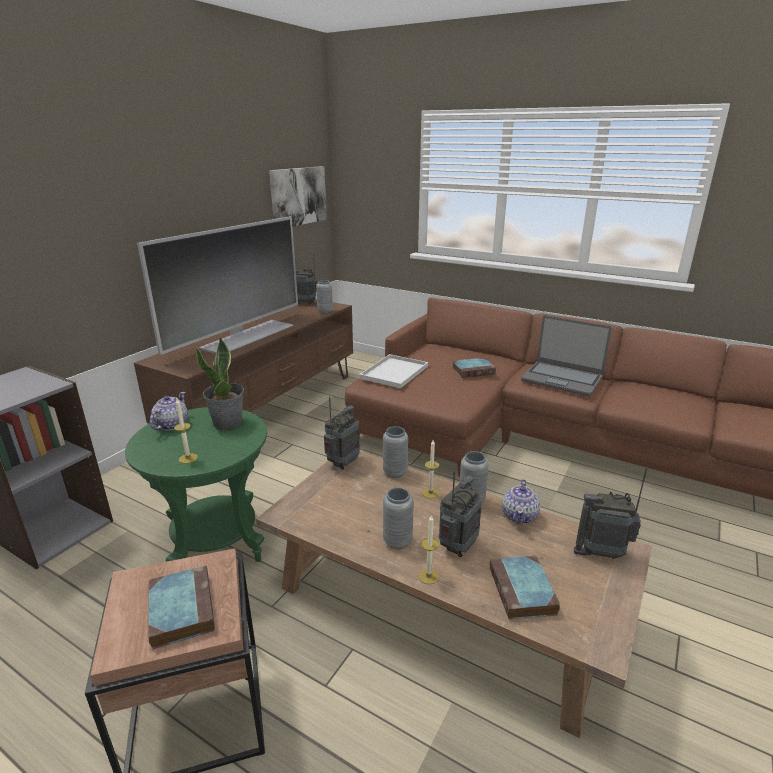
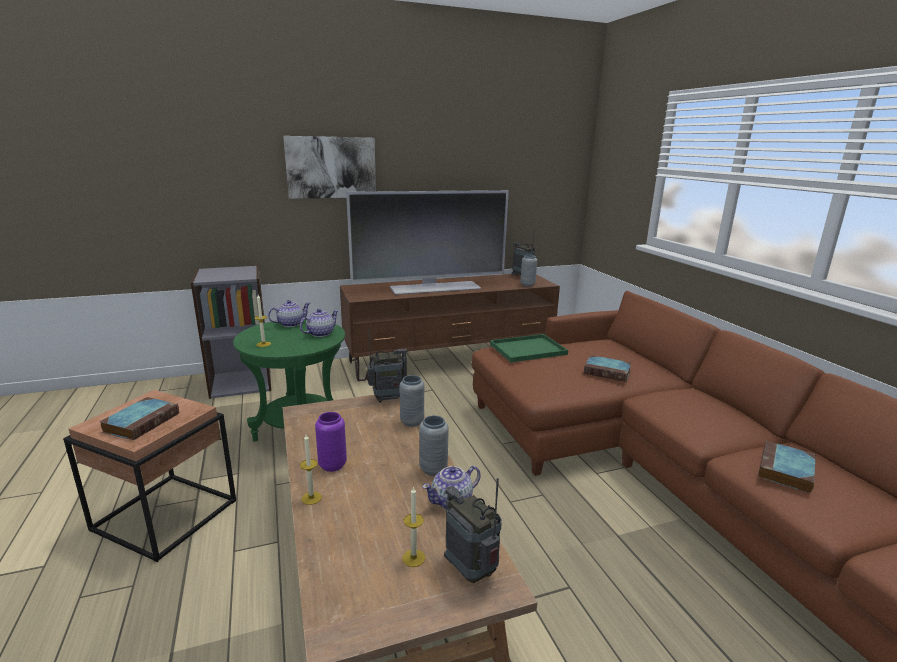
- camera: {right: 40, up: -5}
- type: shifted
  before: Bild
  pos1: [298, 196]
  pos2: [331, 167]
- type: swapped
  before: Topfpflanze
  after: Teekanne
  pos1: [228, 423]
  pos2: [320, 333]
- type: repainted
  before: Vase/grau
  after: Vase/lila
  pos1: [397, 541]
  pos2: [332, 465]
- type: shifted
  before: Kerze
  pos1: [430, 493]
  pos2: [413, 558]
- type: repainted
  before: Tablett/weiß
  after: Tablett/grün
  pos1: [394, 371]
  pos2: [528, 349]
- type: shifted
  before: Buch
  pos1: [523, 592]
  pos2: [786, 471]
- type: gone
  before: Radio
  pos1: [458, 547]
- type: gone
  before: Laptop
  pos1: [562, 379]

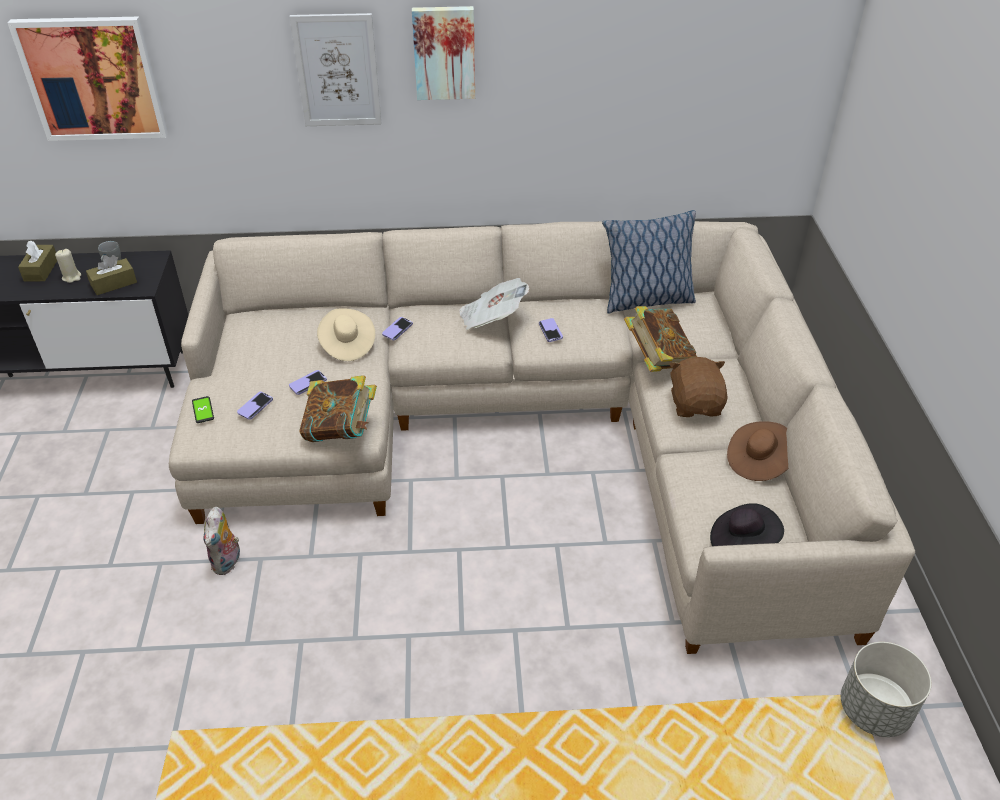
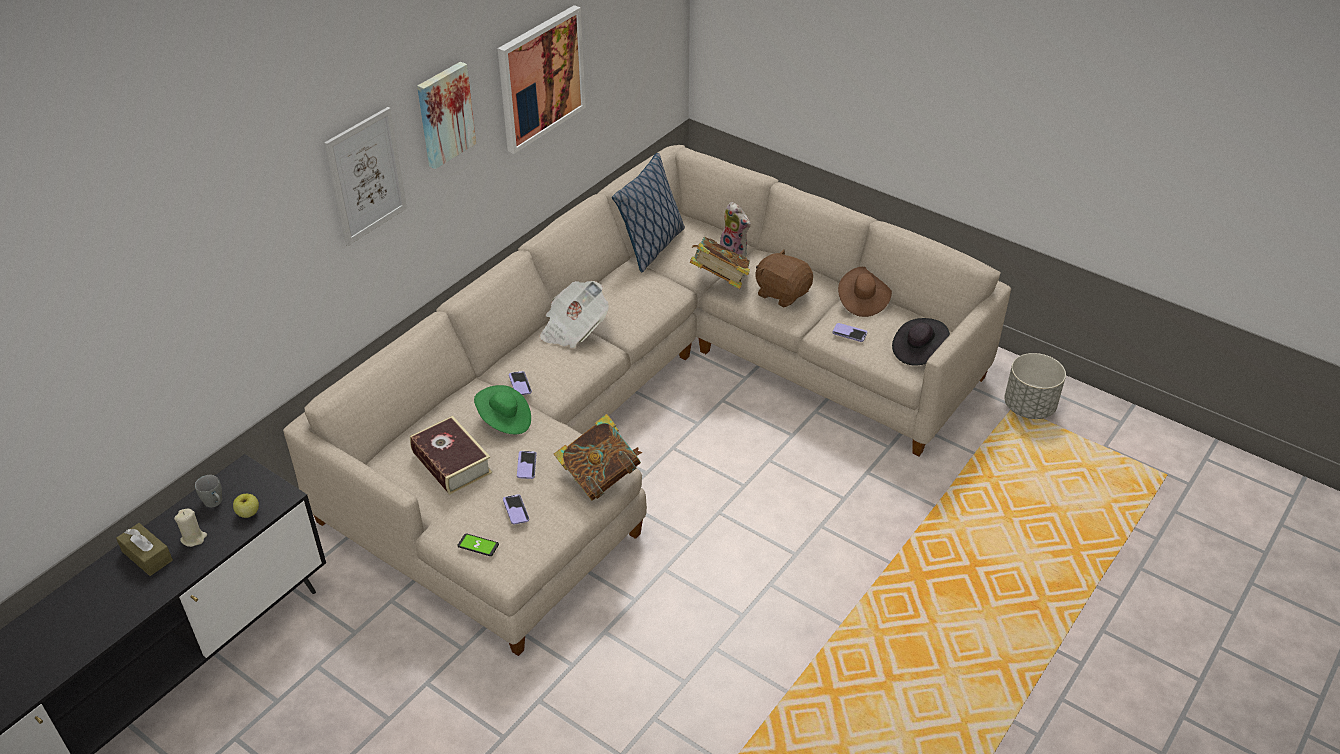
- camera: {right: -50, up: 0}
- type: swapped
  before: Taschentuchbox/braun
  after: Apfel
  pos1: [114, 284]
  pos2: [248, 513]
- type: new
  after: Buch
  pos2: [451, 462]
- type: repainted
  before: Hut/beige
  after: Hut/grün
  pos1: [347, 345]
  pos2: [504, 421]
- type: shifted
  before: Bild
  pos1: [92, 79]
  pos2: [540, 78]
- type: shifted
  before: Plüschtier
  pos1: [228, 562]
  pos2: [735, 254]
- type: shifted
  before: Handy
  pos1: [550, 331]
  pos2: [849, 333]

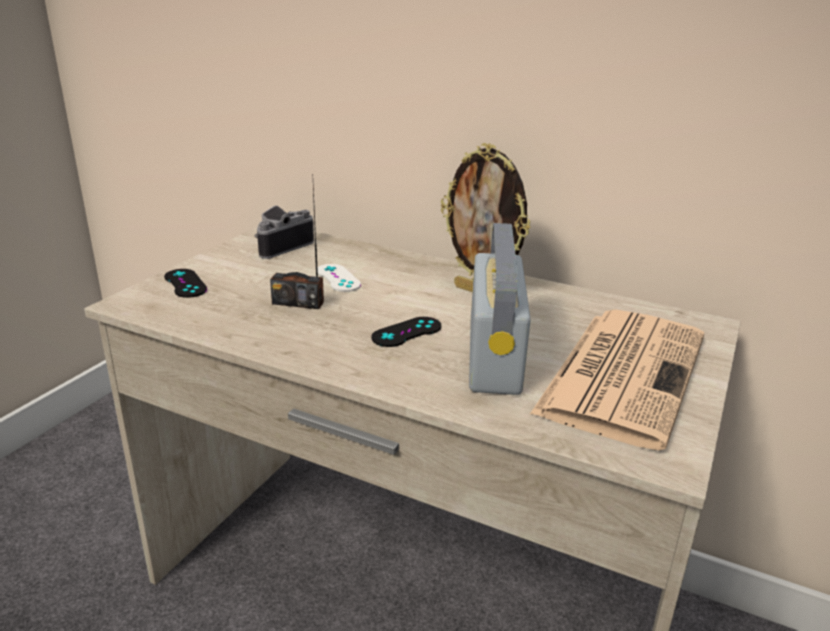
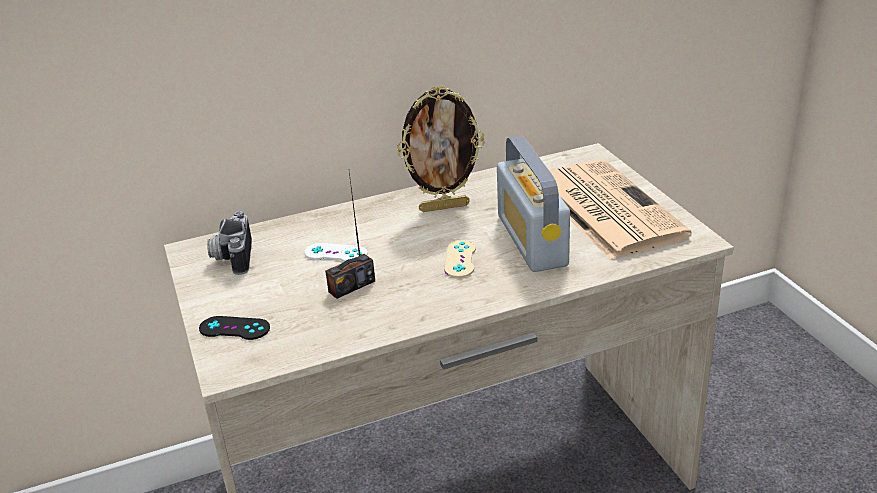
- camera: {right: -45, up: 5}
- type: repainted
  before: Gamepad/schwarz
  after: Gamepad/beige
  pos1: [407, 332]
  pos2: [460, 259]
- type: rotated
  before: Radio
  pos1: [494, 355]
  pos2: [532, 240]
  turn: -150

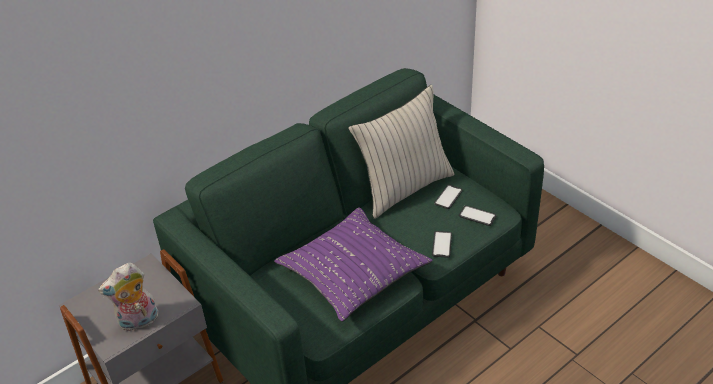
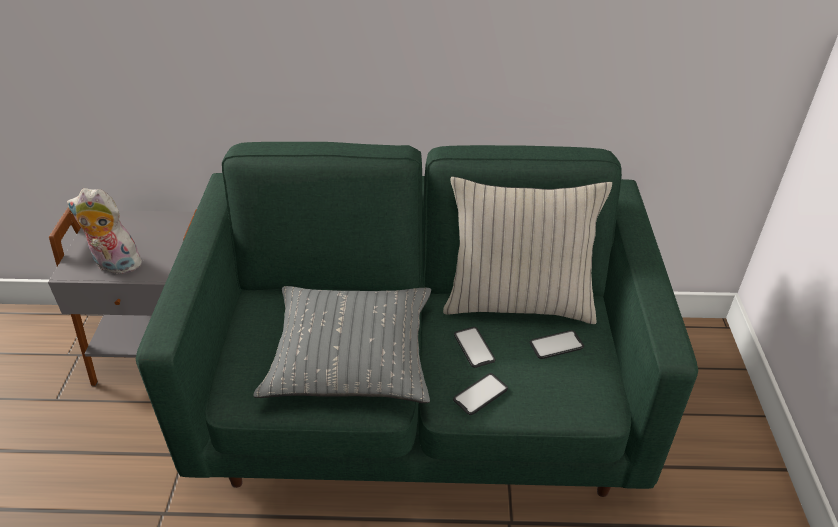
- camera: {right: 40, up: 0}
- type: repainted
  before: Kissen/lila
  after: Kissen/grau
  pos1: [352, 272]
  pos2: [351, 355]
- type: shifted
  before: Handy
  pos1: [477, 216]
  pos2: [474, 347]

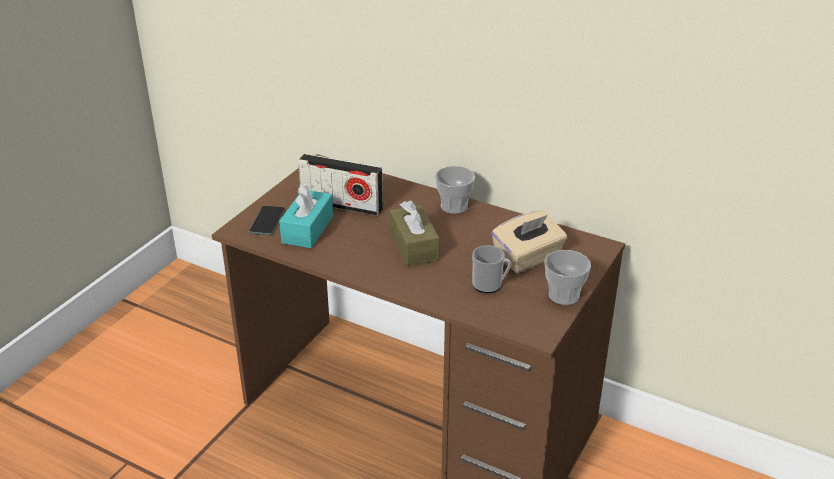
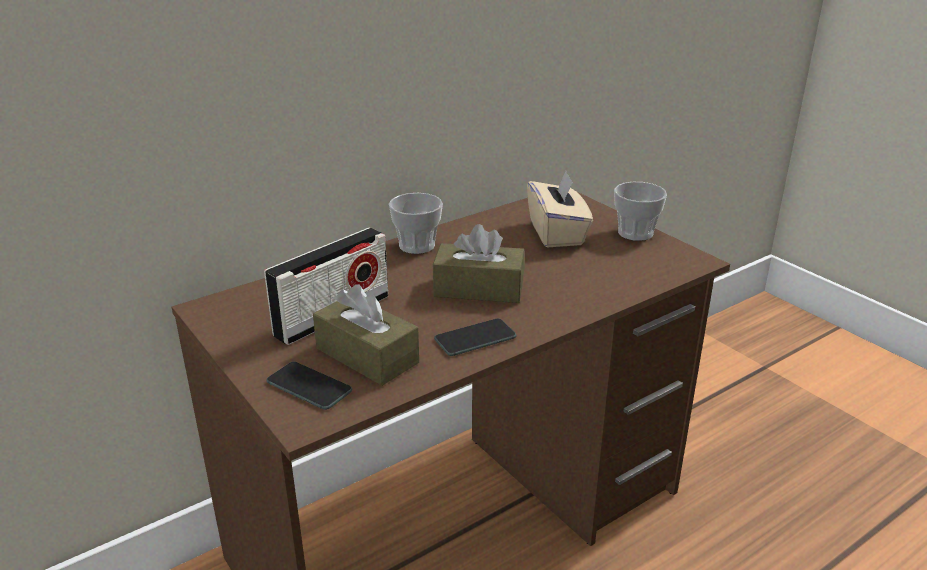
- camera: {right: -65, up: -5}
- type: repainted
  before: Taschentuchbox/türkis
  after: Taschentuchbox/braun
  pos1: [307, 229]
  pos2: [367, 355]
- type: new
  after: Handy
  pos2: [475, 338]
- type: gone
  before: Henkelbecher
  pos1: [490, 285]

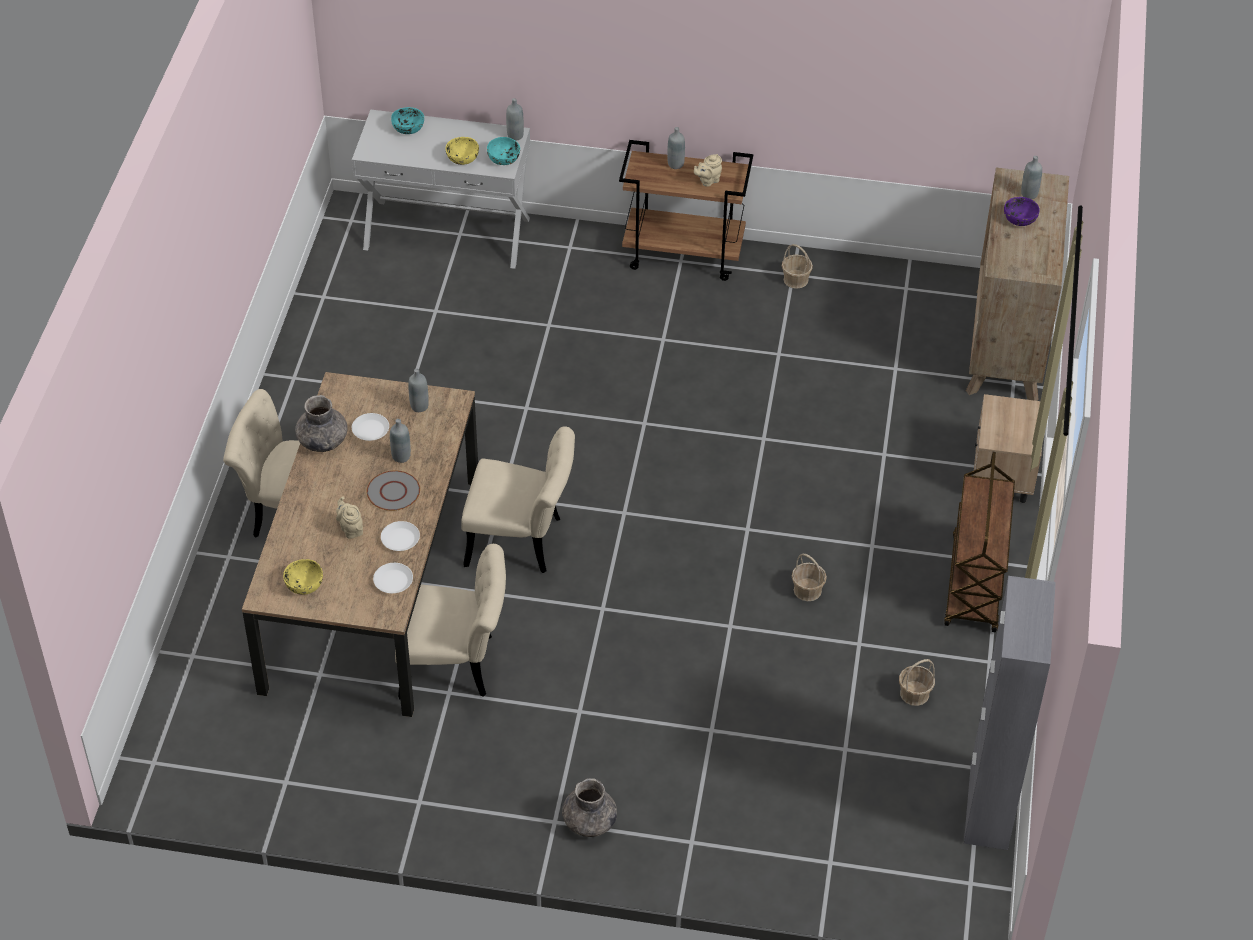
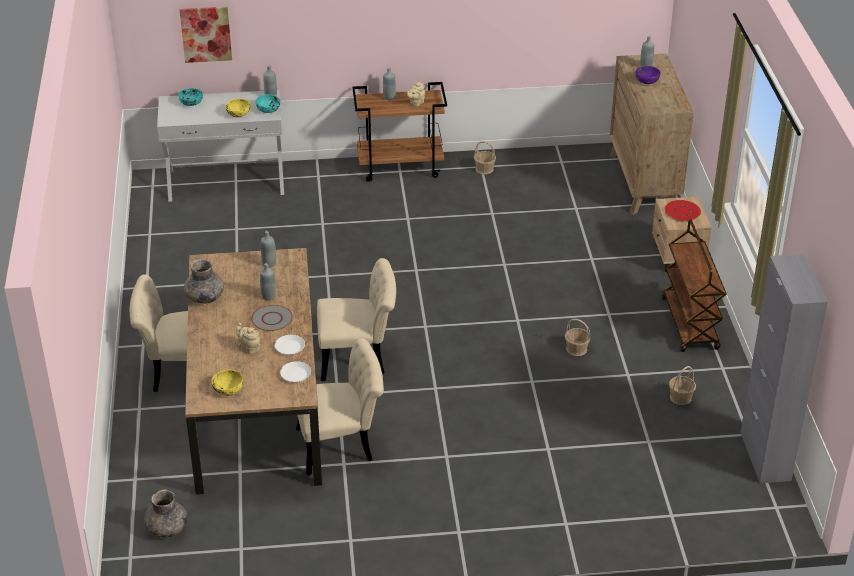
- camera: {right: -15, up: -10}
- type: shifted
  before: Vase/grau
  pos1: [589, 822]
  pos2: [167, 528]
- type: new
  after: Bild
  pos2: [206, 34]
- type: new
  after: Teller/rot
  pos2: [682, 211]
- type: gone
  before: Teller/weiß
  pos1: [371, 430]

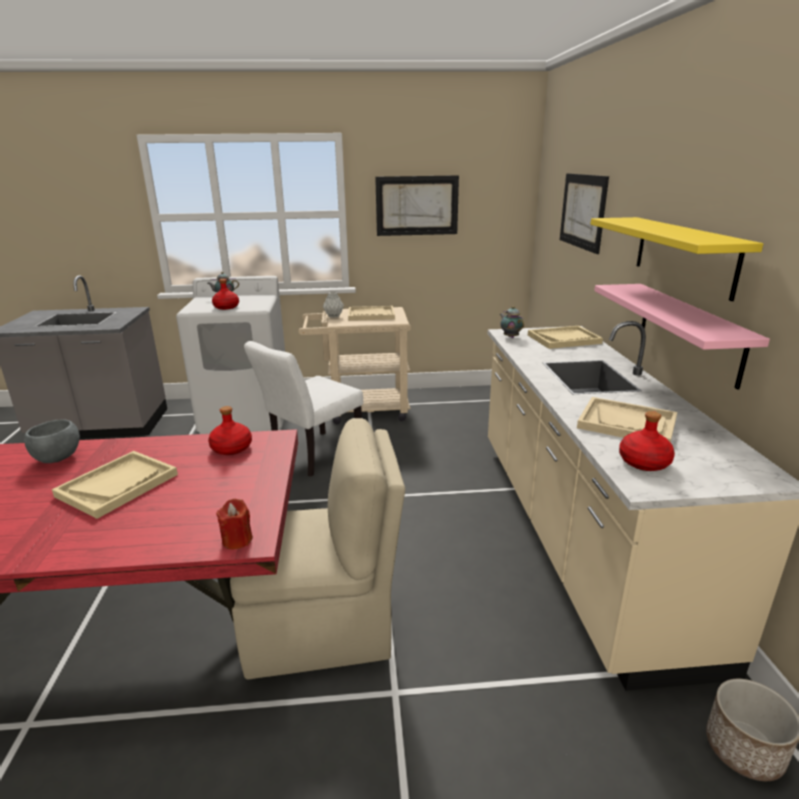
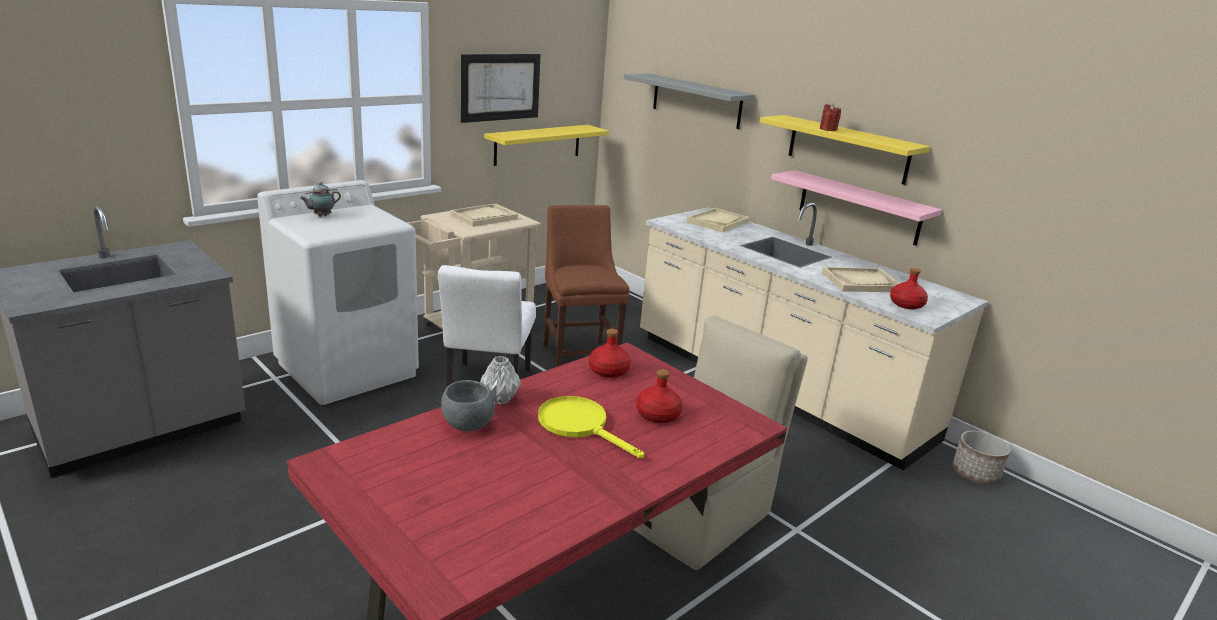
- camera: {right: -40, up: 0}
- type: shifted
  before: Vase/grau
  pos1: [334, 316]
  pos2: [500, 399]
- type: new
  after: Wandregal/gelb
  pos2: [538, 144]
- type: swapped
  before: Tablett/beige
  after: Pfanne/gelb
  pos1: [118, 485]
  pos2: [580, 425]
- type: new
  after: Stuhl/braun
  pos2: [579, 356]
- type: swapped
  before: Bild
  after: Wandregal/grau
  pos1: [582, 211]
  pos2: [696, 101]
- type: shifted
  before: Flasche/rot
  pos1: [226, 307]
  pos2: [658, 414]
- type: shifted
  before: Kerze/rot
  pos1: [237, 540]
  pos2: [828, 129]
- type: gone
  before: Teekanne
  pos1: [510, 337]

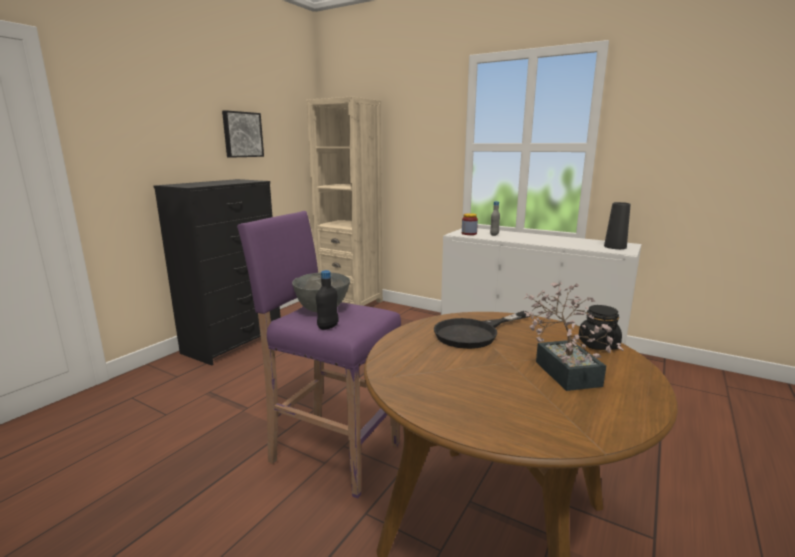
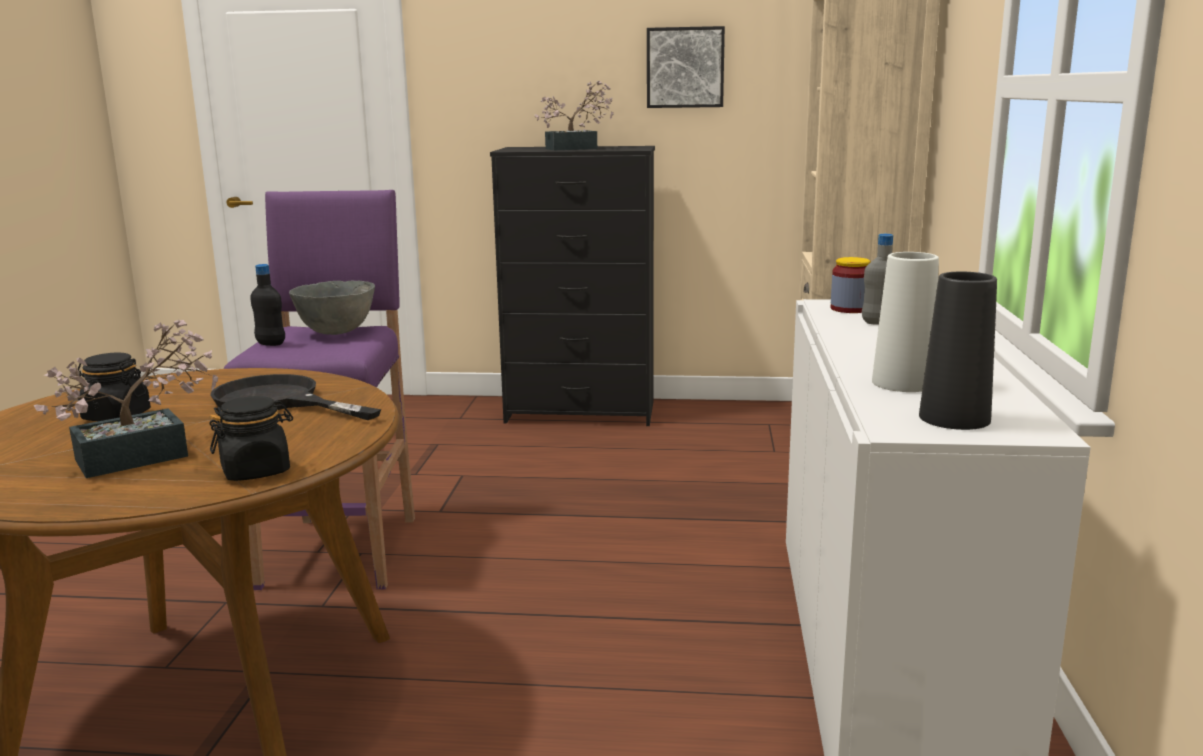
- camera: {right: 65, up: 0}
- type: new
  after: Vorratsglas/schwarz
  pos2: [116, 416]
- type: new
  after: Topfpflanze
  pos2: [577, 148]
- type: new
  after: Vase/weiß
  pos2: [903, 383]

